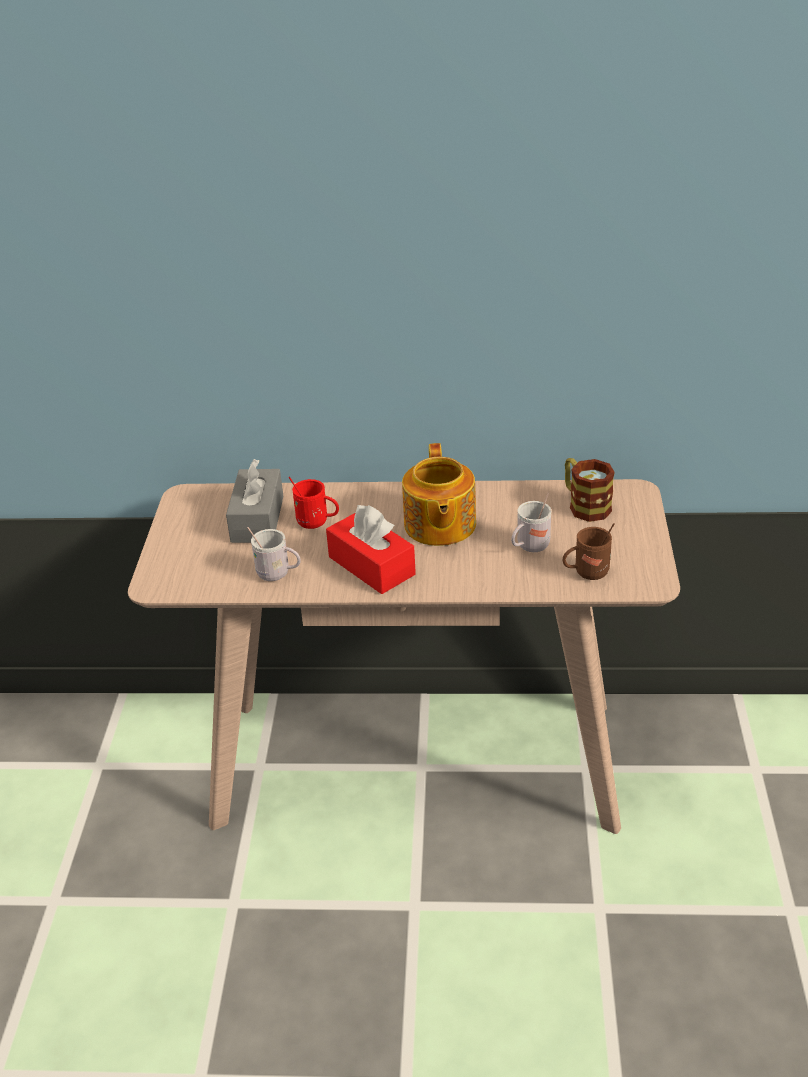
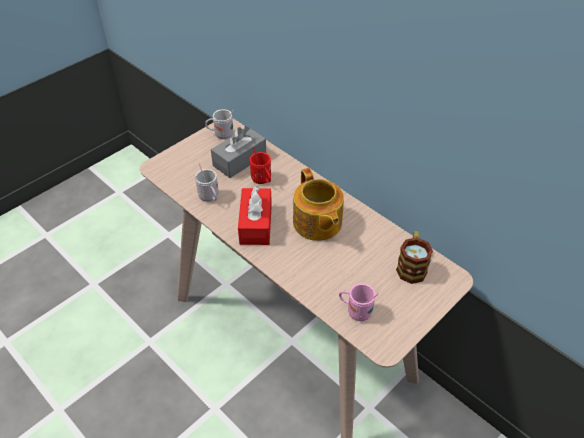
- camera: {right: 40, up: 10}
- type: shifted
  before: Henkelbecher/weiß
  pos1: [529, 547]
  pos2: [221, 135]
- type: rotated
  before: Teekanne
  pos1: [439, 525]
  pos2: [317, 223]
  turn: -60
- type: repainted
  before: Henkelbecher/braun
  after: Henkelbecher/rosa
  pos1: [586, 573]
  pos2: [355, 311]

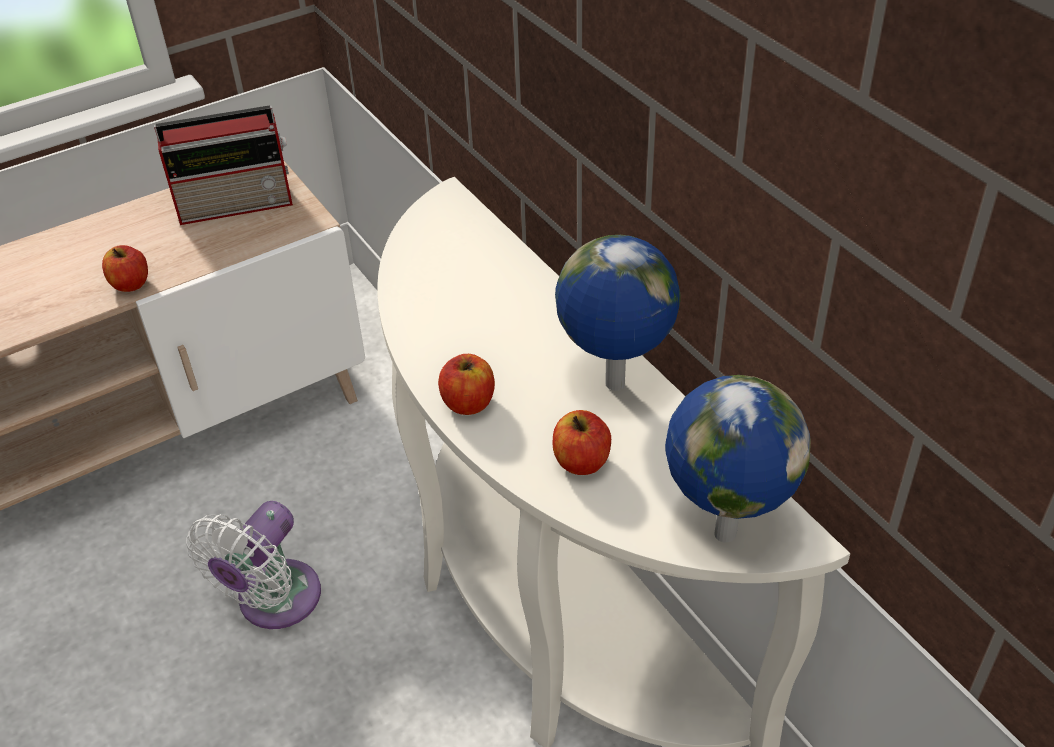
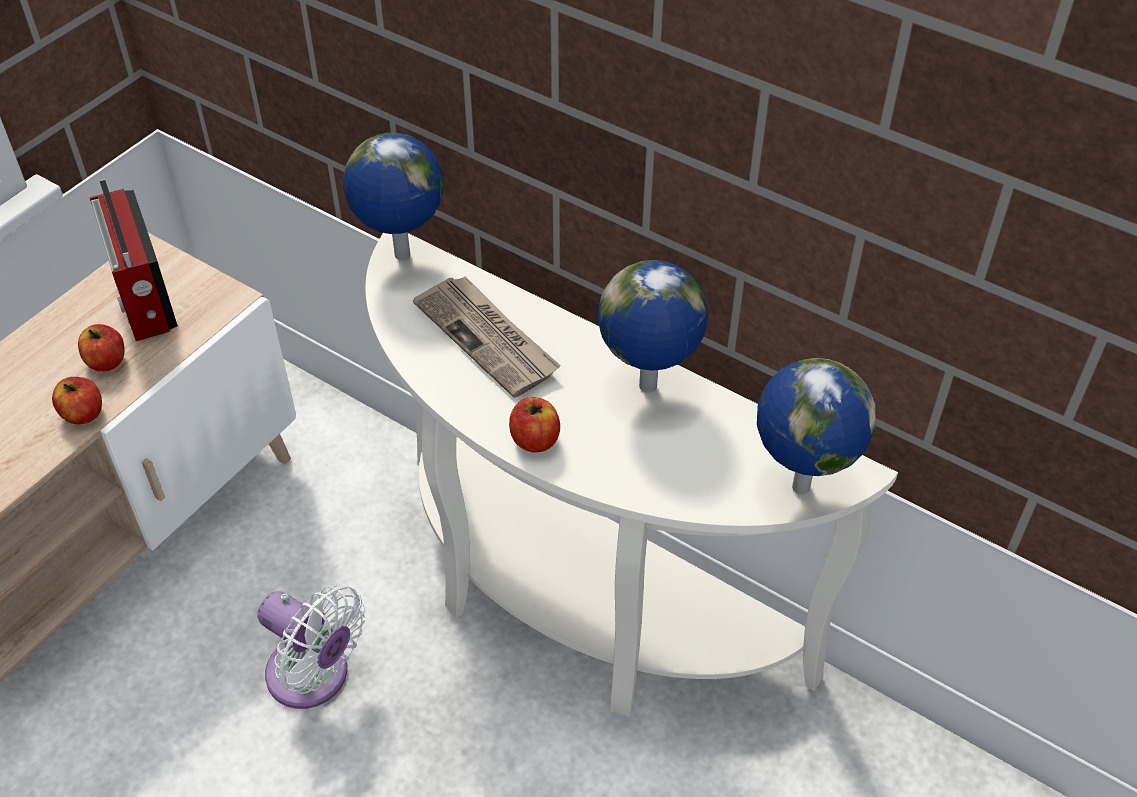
- camera: {right: -25, up: 5}
- type: shifted
  before: Apfel
  pos1: [581, 461]
  pos2: [107, 361]
- type: rotated
  before: Radio
  pos1: [238, 204]
  pos2: [144, 299]
  turn: 105
- type: rotated
  before: Ventilator/weiß
  pos1: [273, 602]
  pos2: [314, 677]
  turn: -60
- type: new
  after: Globus
  pos2: [401, 256]
- type: new
  after: Zeitung
  pos2: [488, 338]

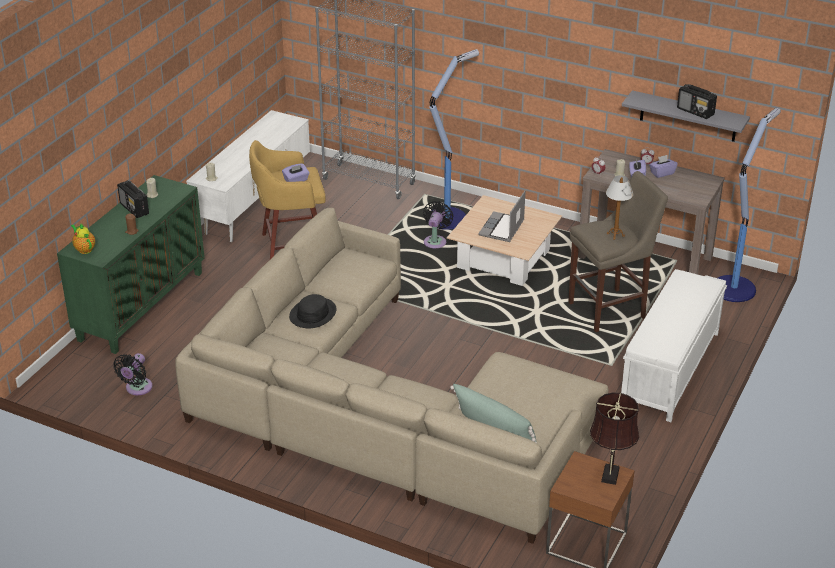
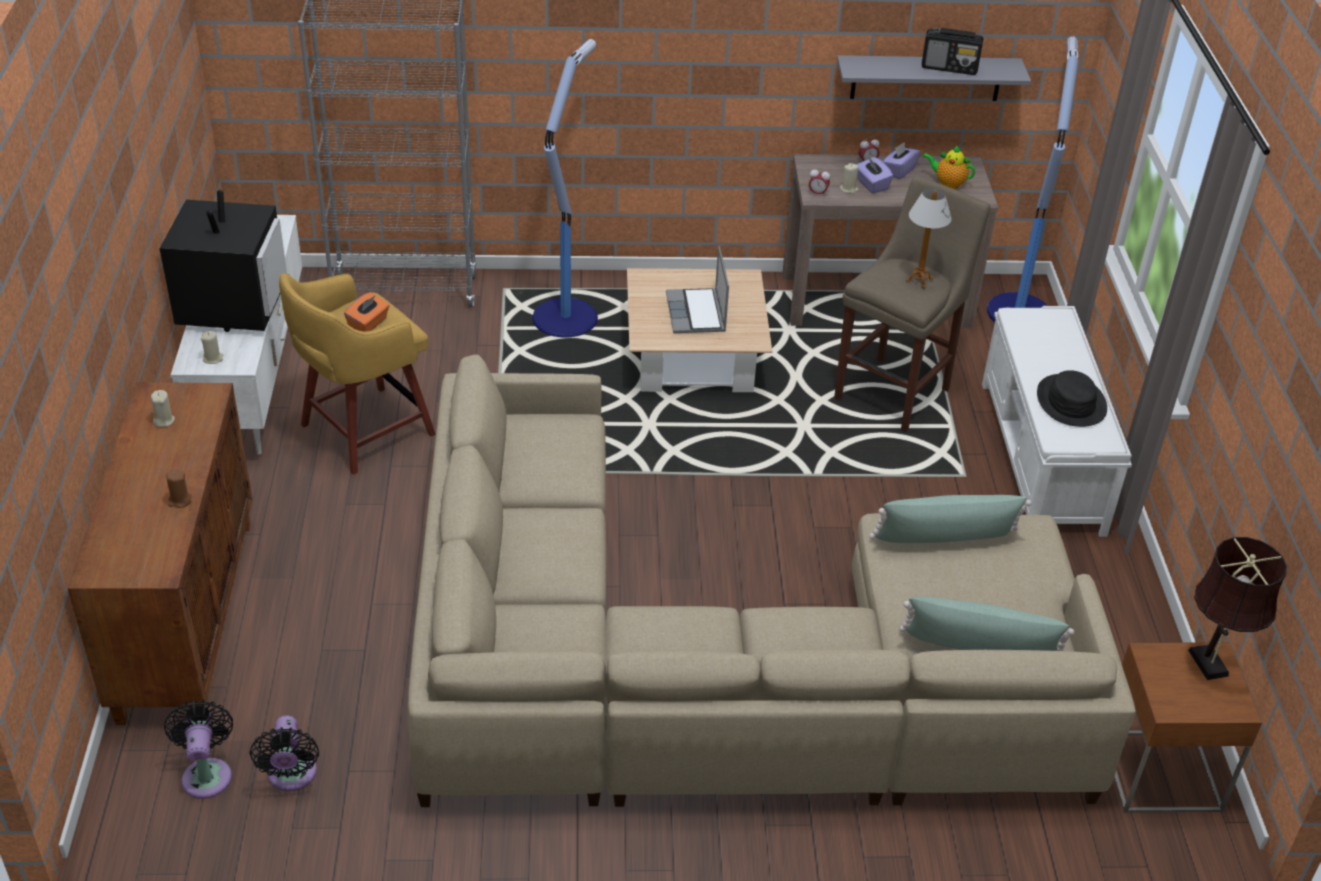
- camera: {right: -30, up: 5}
- type: repainted
  before: Schrank/grün
  after: Schrank/braun
  pos1: [141, 305]
  pos2: [185, 617]
- type: new
  after: Fernseher
  pos2: [233, 307]
- type: shifted
  before: Ventilator/schwarz
  pos1: [435, 241]
  pos2: [207, 774]
- type: repainted
  before: Taschentuchbox/lila
  after: Taschentuchbox/orange
  pos1: [296, 180]
  pos2: [368, 324]
- type: new
  after: Kissen/grün
  pos2: [943, 538]
- type: shifted
  before: Teekanne
  pos1: [84, 249]
  pos2: [947, 183]
- type: shifted
  before: Hut/schwarz
  pos1: [312, 314]
  pos2: [1070, 402]
- type: gone
  before: Radio
  pos1: [134, 209]

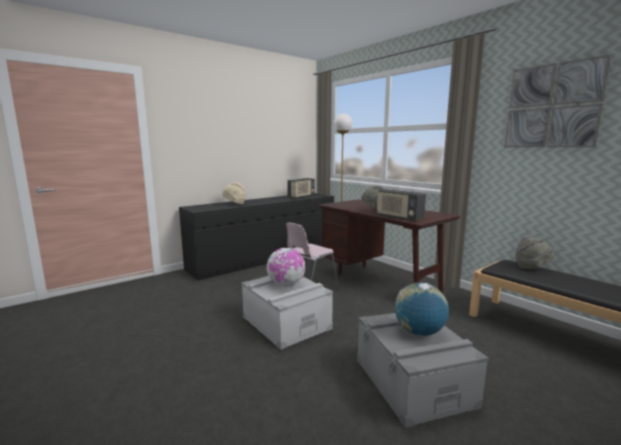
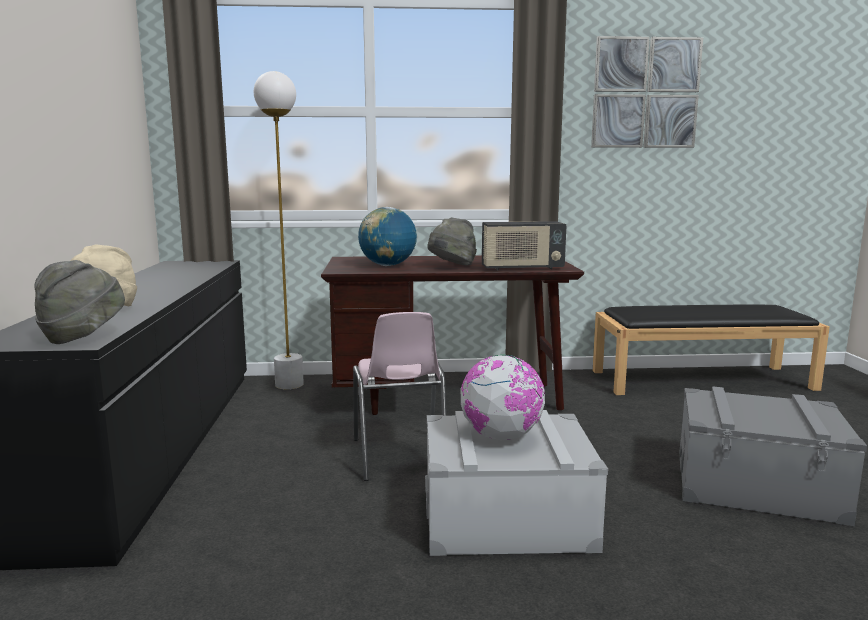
- camera: {right: -55, up: 0}
- type: shifted
  before: Hut/grau
  pos1: [531, 267]
  pos2: [83, 337]
- type: shifted
  before: Globus
  pos1: [419, 332]
  pos2: [388, 265]
- type: gone
  before: Radio
  pos1: [301, 196]

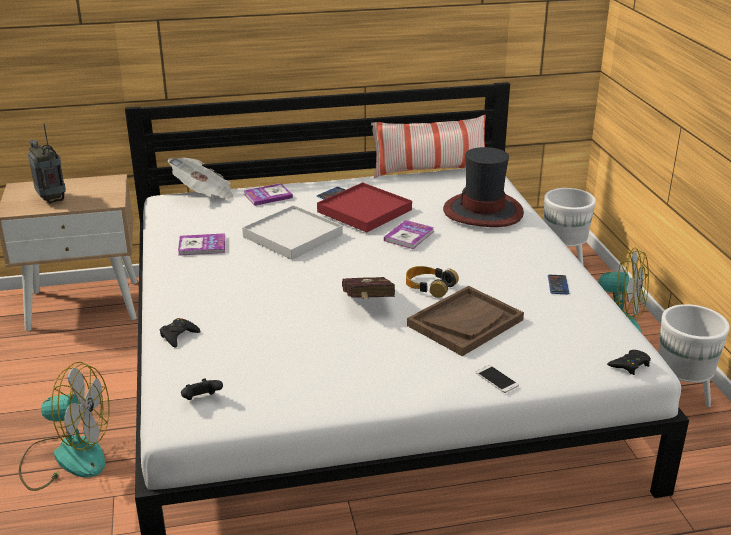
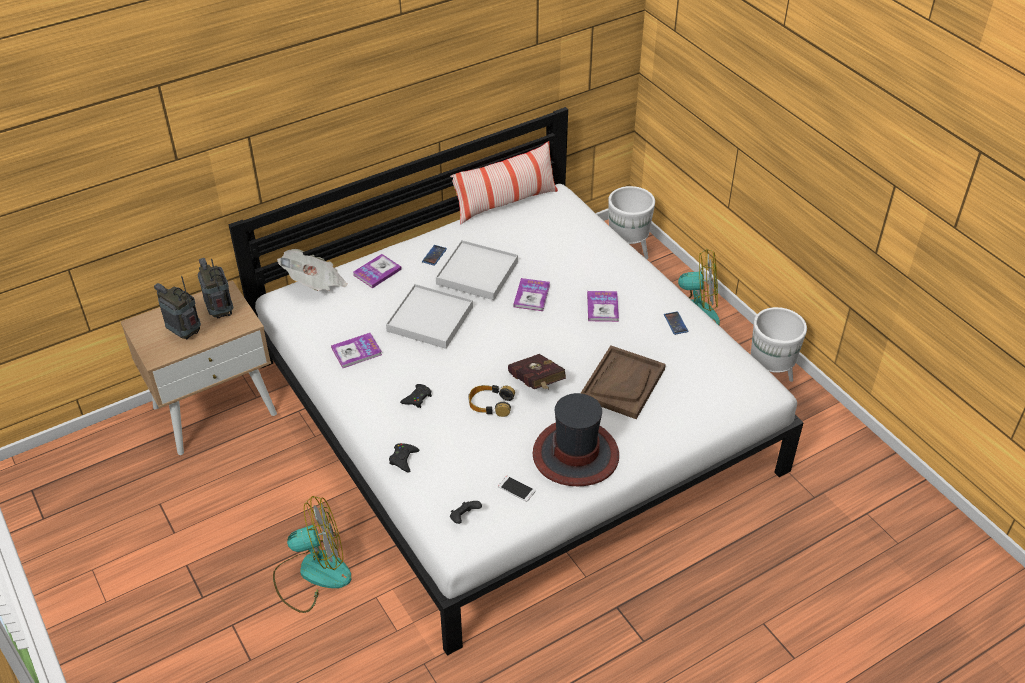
- camera: {right: -20, up: 15}
- type: new
  after: Radio
  pos2: [220, 312]
- type: shifted
  before: Gamepad/schwarz
  pos1: [630, 365]
  pos2: [417, 398]
- type: repainted
  before: Tablett/rot
  after: Tablett/weiß
  pos1: [364, 211]
  pos2: [477, 273]
- type: shifted
  before: Kopfhörer
  pos1: [429, 286]
  pos2: [491, 404]
- type: shifted
  before: Handy
  pos1: [496, 379]
  pos2: [516, 489]
- type: shifted
  before: Hut
  pos1: [483, 211]
  pos2: [576, 454]
- type: new
  after: Buch
  pos2: [602, 307]

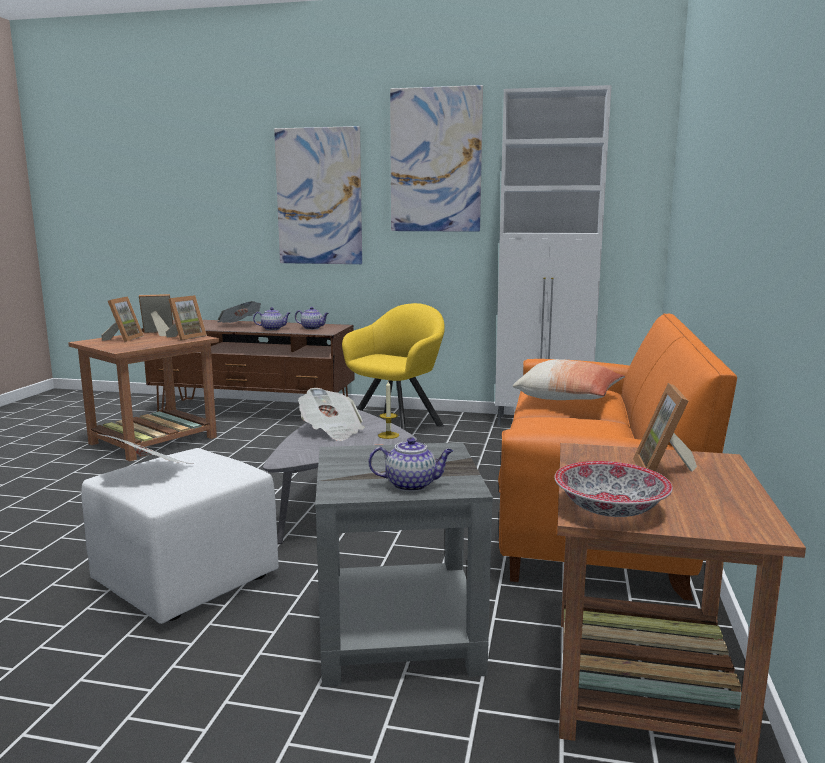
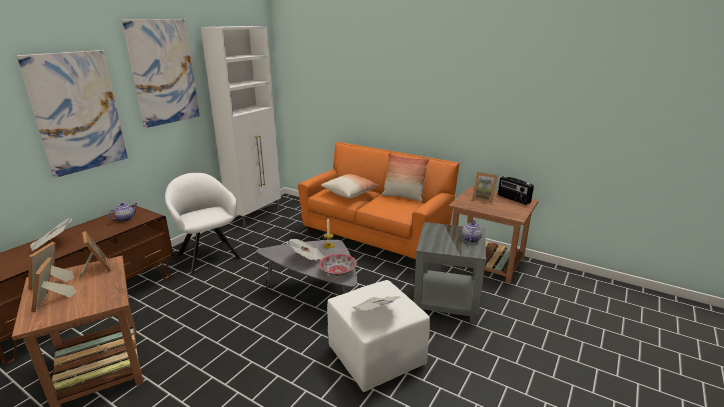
- camera: {right: -70, up: 10}
- type: rotated
  before: Bilderrahmen
  pos1: [124, 339]
  pos2: [52, 301]
  turn: -135
- type: repainted
  before: Sessel/gelb
  after: Sessel/weiß
  pos1: [398, 426]
  pos2: [208, 254]
- type: shifted
  before: Schüssel
  pos1: [609, 509]
  pos2: [337, 272]
- type: new
  after: Kissen
  pos2: [403, 197]
- type: new
  after: Radio
  pos2: [513, 199]
- type: gone
  before: Teekanne
  pos1: [273, 329]

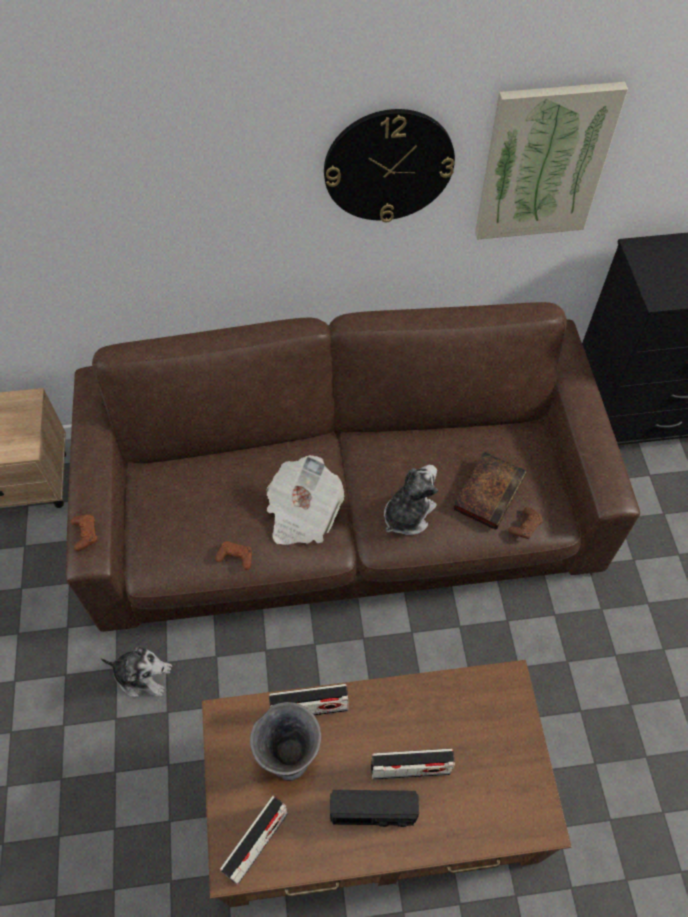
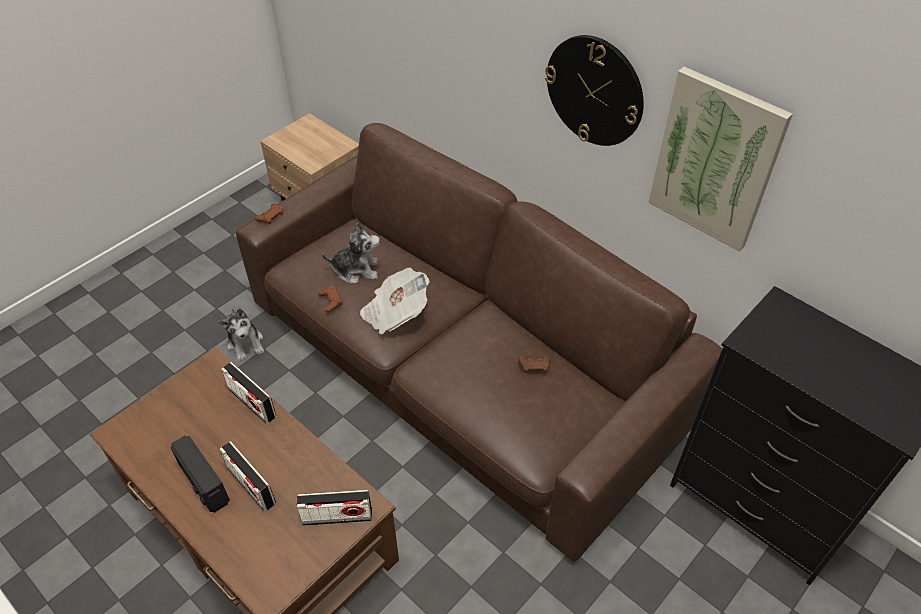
- camera: {right: 50, up: -10}
- type: shifted
  before: Radio
  pos1: [257, 843]
  pos2: [337, 517]
- type: shifted
  before: Plüschtier
  pos1: [407, 514]
  pos2: [356, 270]
- type: shifted
  before: Gamepad/braun
  pos1: [525, 526]
  pos2: [534, 365]
- type: gone
  before: Vase/grau
  pos1: [291, 759]
- type: gone
  before: Buch
  pos1: [489, 491]

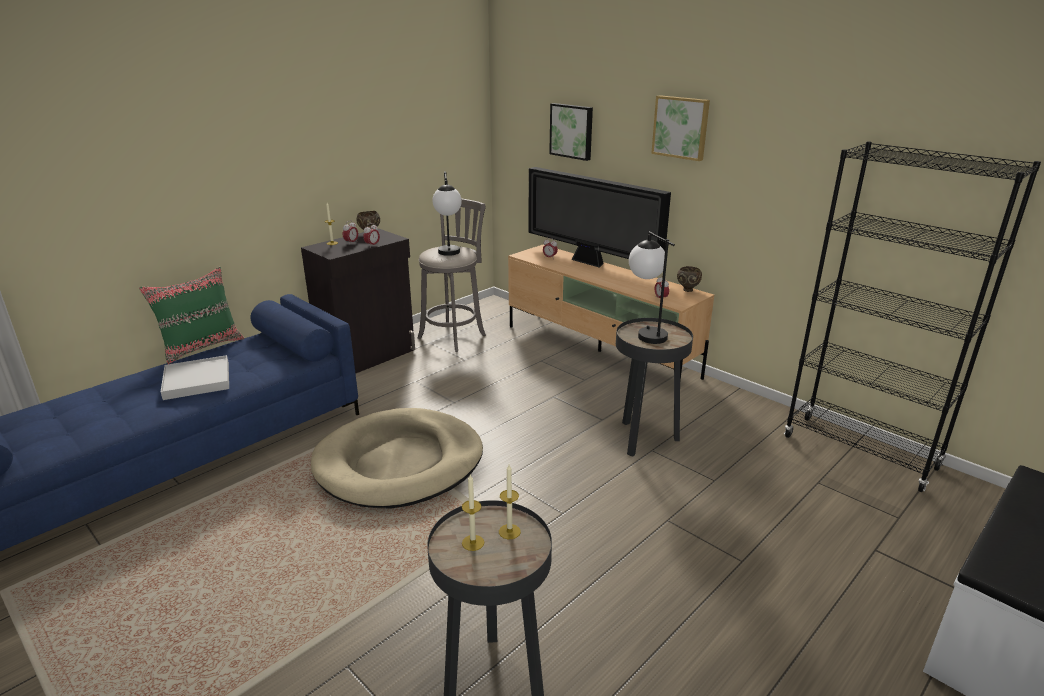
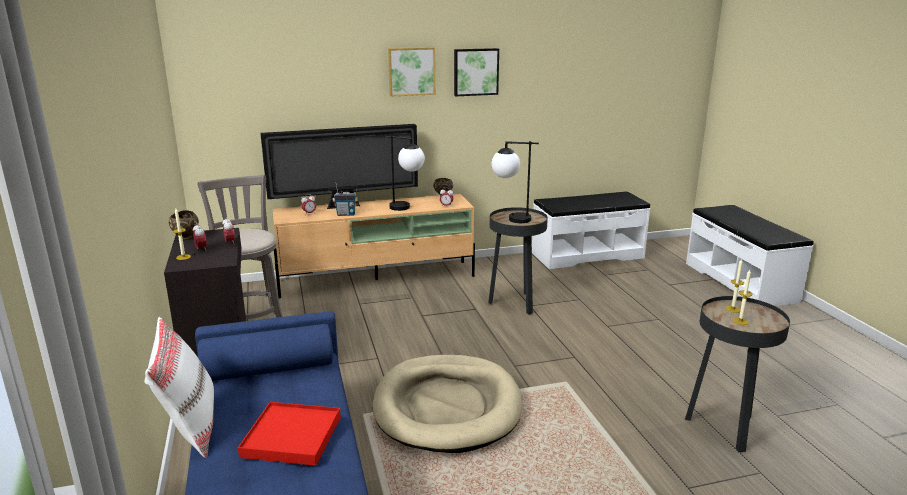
- camera: {right: -60, up: -5}
- type: repainted
  before: Kissen/grün
  after: Kissen/weiß
  pos1: [202, 347]
  pos2: [189, 427]
- type: repainted
  before: Tablett/weiß
  after: Tablett/rot
  pos1: [197, 380]
  pos2: [292, 436]
- type: new
  after: Radio
  pos2: [346, 214]
- type: shifted
  before: Tischlampe
  pos1: [449, 255]
  pos2: [407, 208]
- type: shifted
  before: Bild
  pos1: [572, 131]
  pos2: [475, 72]
- type: swapped
  before: Bücherregal/schwarz
  after: Bank/weiß
  pos1: [860, 452]
  pos2: [587, 255]

